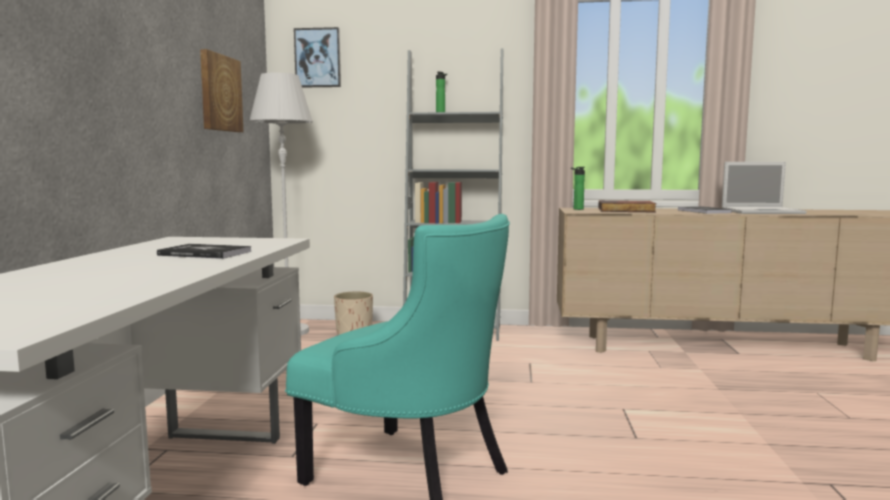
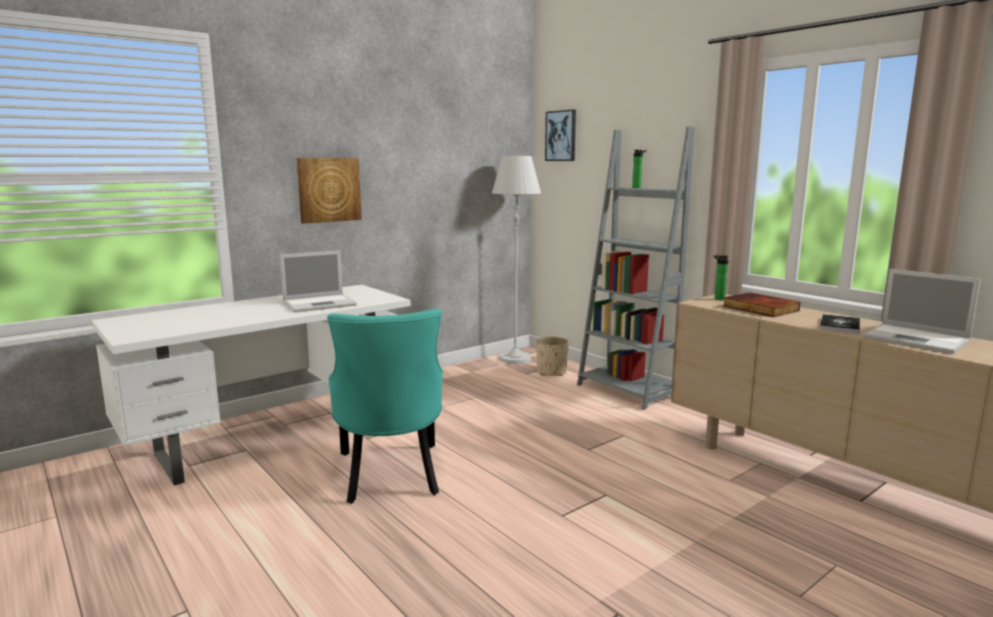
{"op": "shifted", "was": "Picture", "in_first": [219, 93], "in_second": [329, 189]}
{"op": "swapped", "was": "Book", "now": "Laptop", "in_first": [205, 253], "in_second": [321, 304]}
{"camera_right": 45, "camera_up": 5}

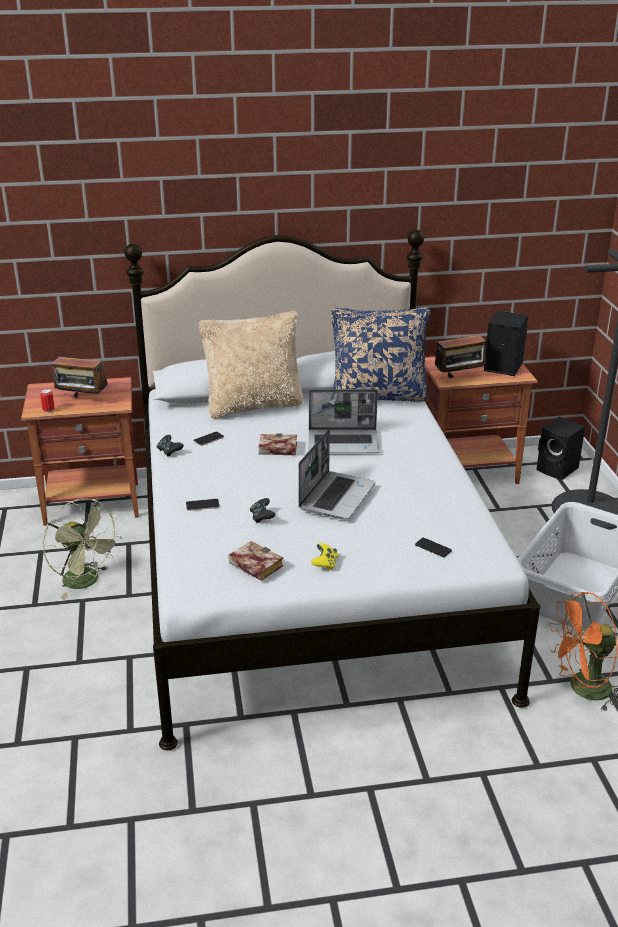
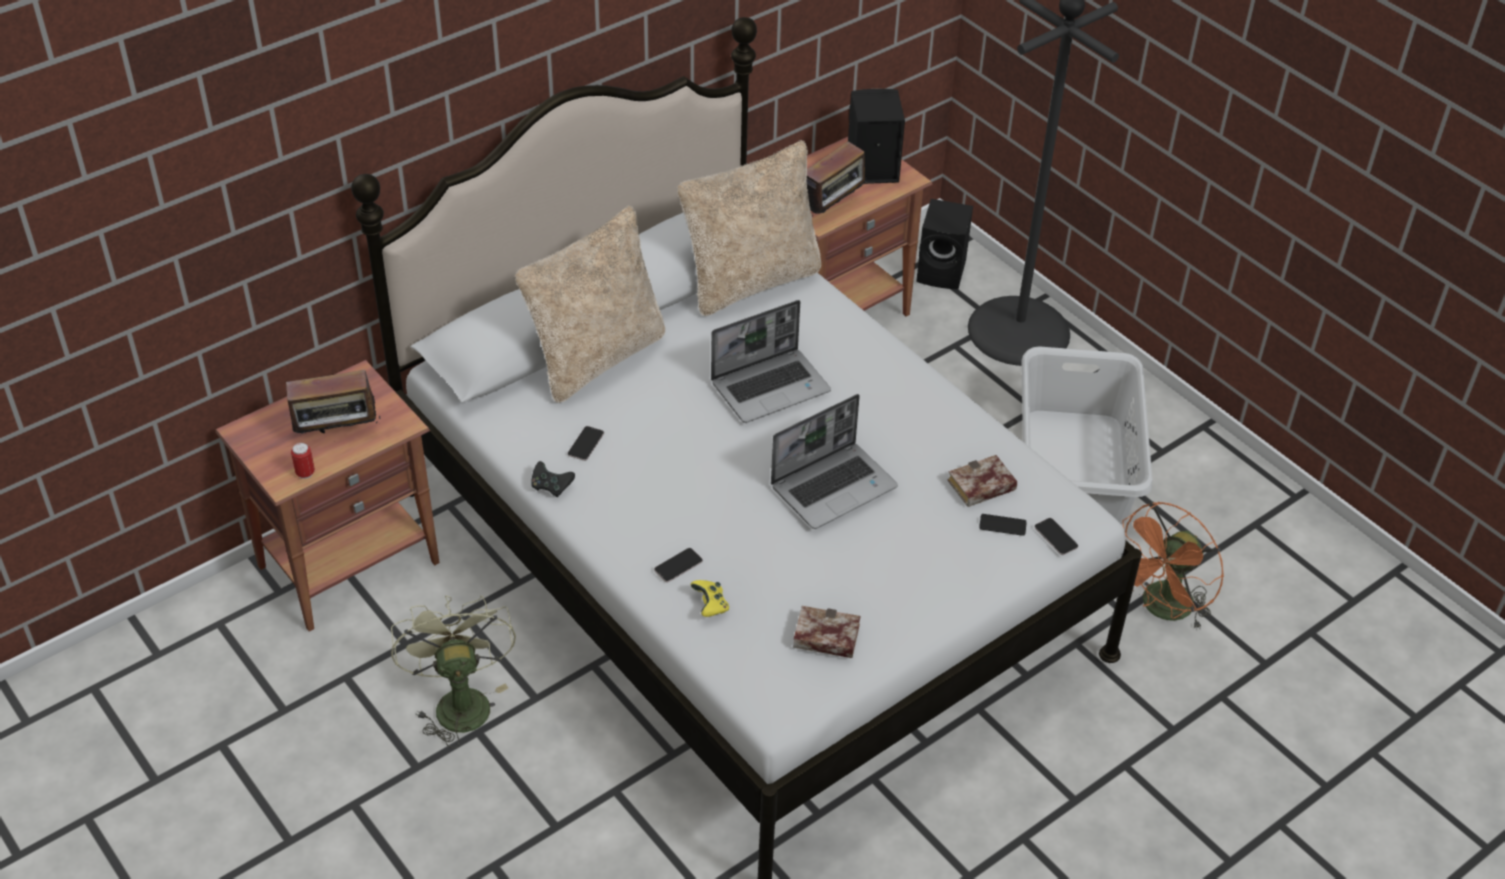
{"op": "repainted", "was": "BluePillow", "now": "BeigePillow", "in_first": [379, 398], "in_second": [753, 284]}
{"op": "rotated", "was": "Laptop", "in_first": [336, 496], "in_second": [834, 486], "clockwise": 60}
{"op": "shifted", "was": "Book", "in_first": [276, 449], "in_second": [980, 488]}
{"op": "rotated", "was": "GreenFan", "in_first": [86, 582], "in_second": [459, 701], "clockwise": -120}
{"op": "gone", "was": "BlackGameController", "in_first": [262, 517]}
{"op": "shifted", "was": "YellowGameController", "in_first": [325, 564], "in_second": [710, 606]}
{"op": "new", "now": "Phone", "in_second": [1056, 537]}
{"camera_right": -30, "camera_up": 15}

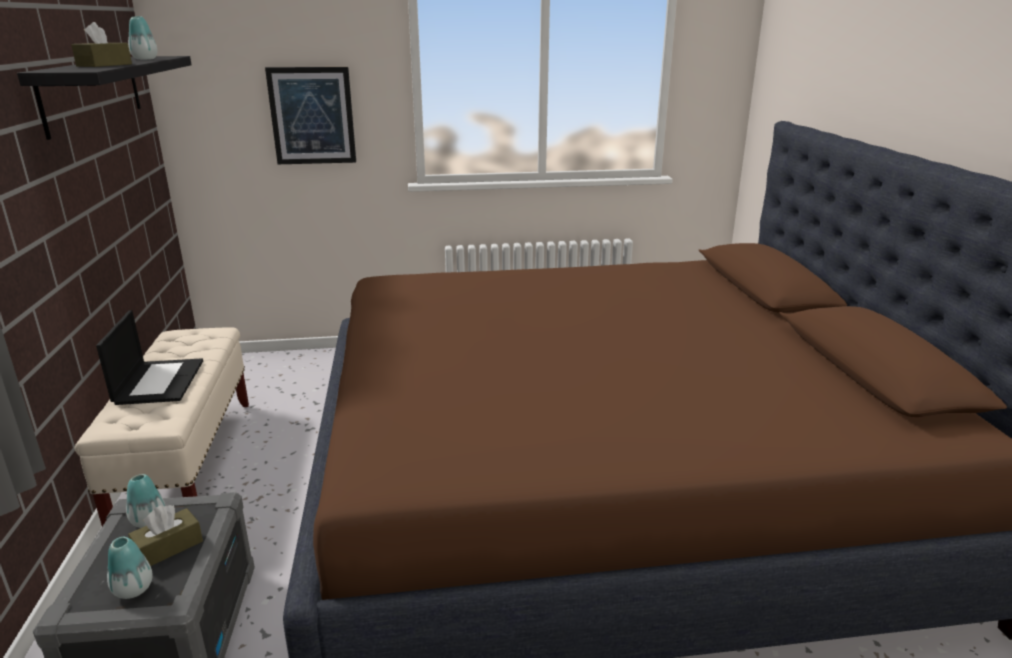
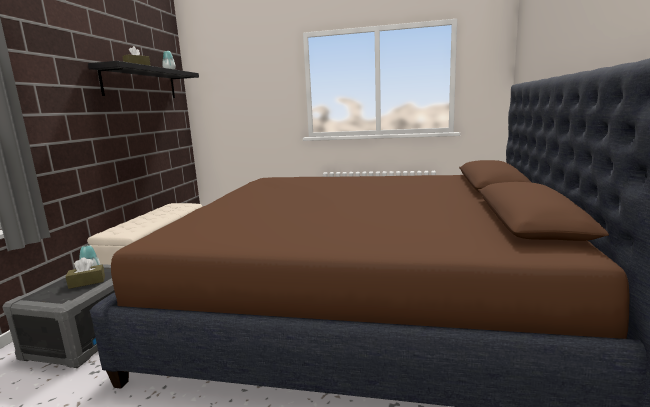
{"op": "gone", "was": "Picture", "in_first": [312, 116]}
{"op": "gone", "was": "Laptop", "in_first": [159, 381]}
{"op": "gone", "was": "Vase", "in_first": [133, 589]}
{"camera_right": 20, "camera_up": -10}

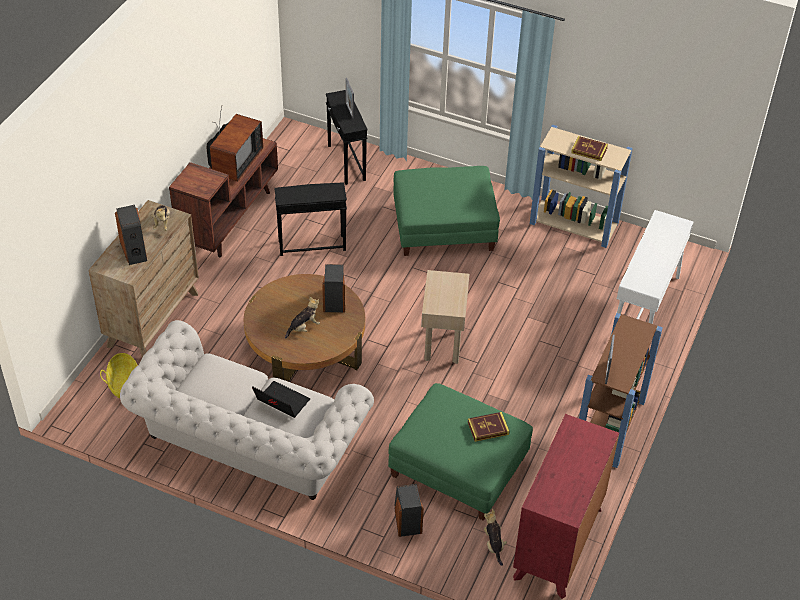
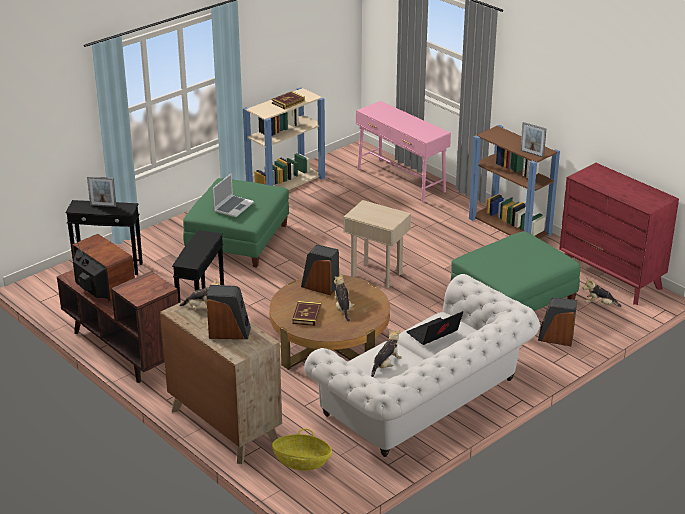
{"op": "repainted", "was": "WhiteConsoleTable", "now": "PinkConsoleTable", "in_first": [644, 308], "in_second": [400, 181]}
{"op": "shifted", "was": "Book", "in_first": [488, 428], "in_second": [306, 315]}
{"op": "new", "now": "Laptop", "in_second": [233, 207]}
{"op": "new", "now": "PlushToy", "in_second": [386, 365]}
{"camera_right": -65, "camera_up": -15}

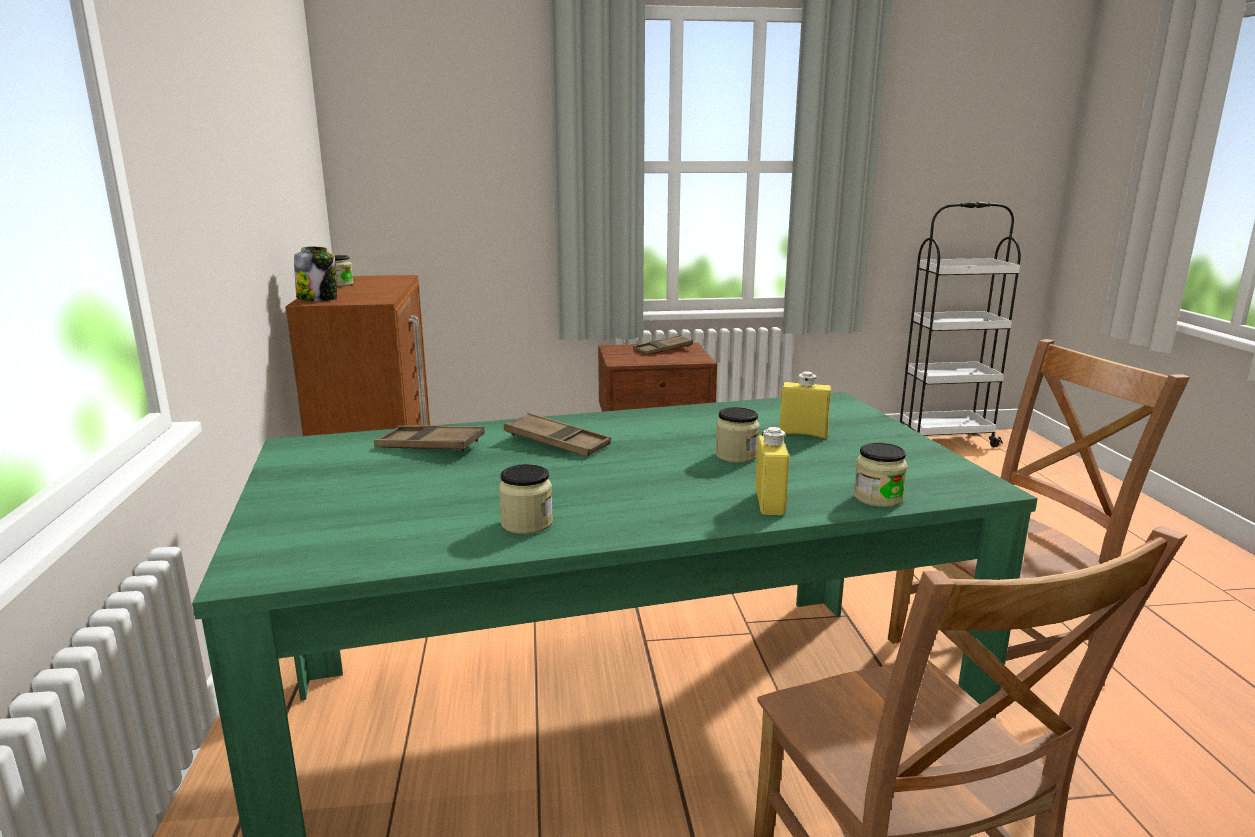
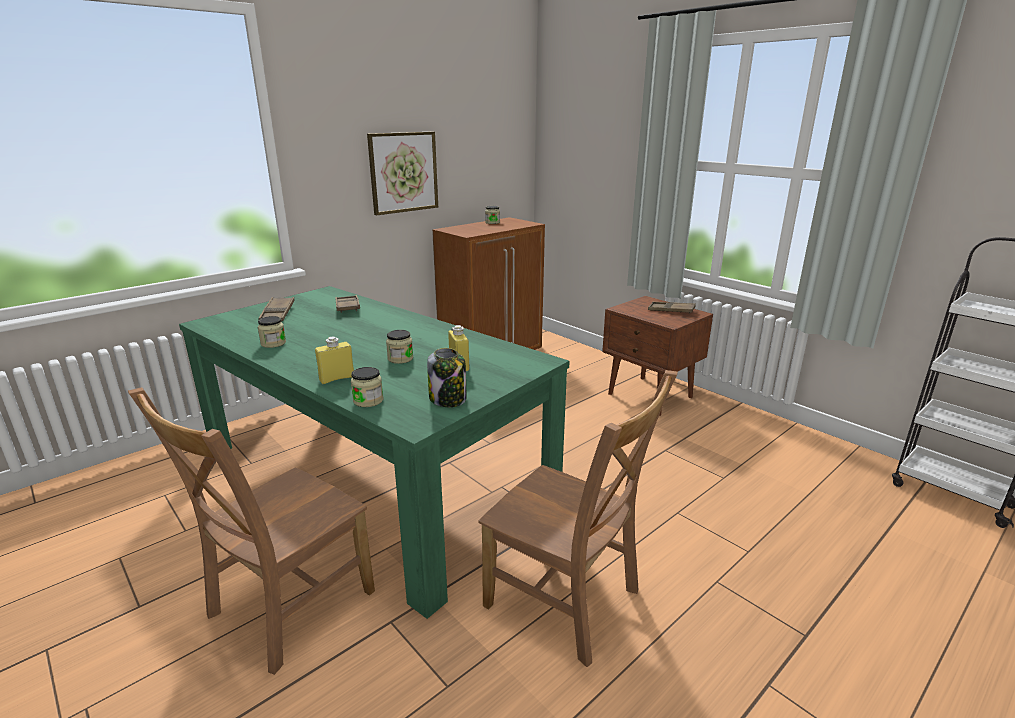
{"op": "shifted", "was": "Jar", "in_first": [318, 299], "in_second": [448, 399]}
{"op": "shifted", "was": "BrownTray", "in_first": [557, 442], "in_second": [278, 313]}
{"op": "new", "now": "Picture", "in_second": [403, 172]}
{"camera_right": 55, "camera_up": 5}

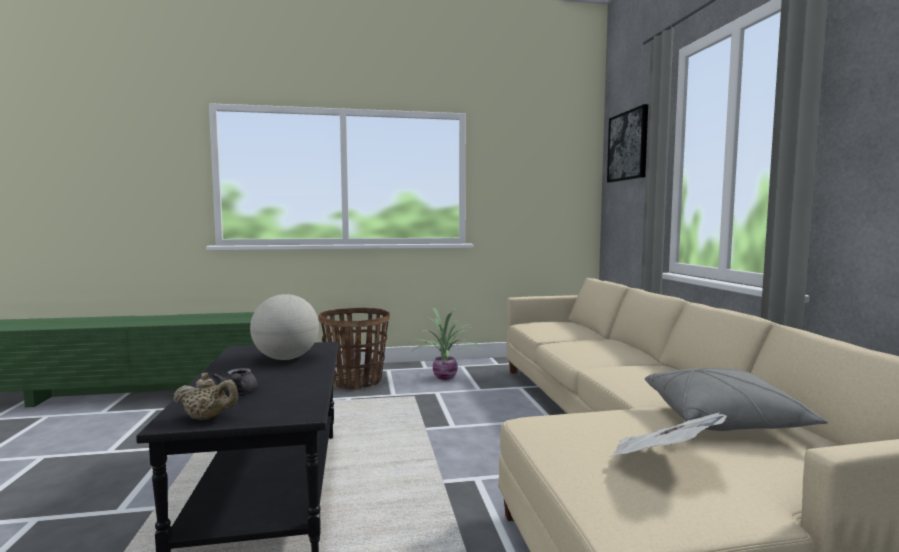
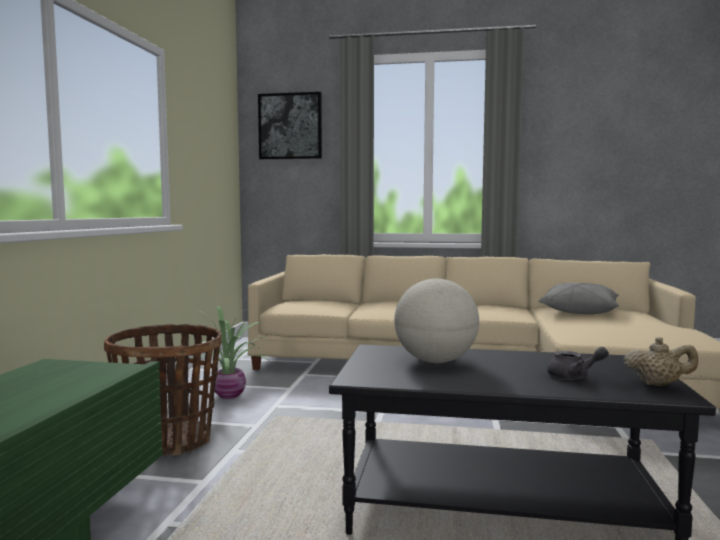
{"op": "rotated", "was": "BeigeTeapot", "in_first": [207, 418], "in_second": [658, 384], "clockwise": 75}
{"op": "gone", "was": "Newspaper", "in_first": [661, 462]}
{"camera_right": -70, "camera_up": 0}

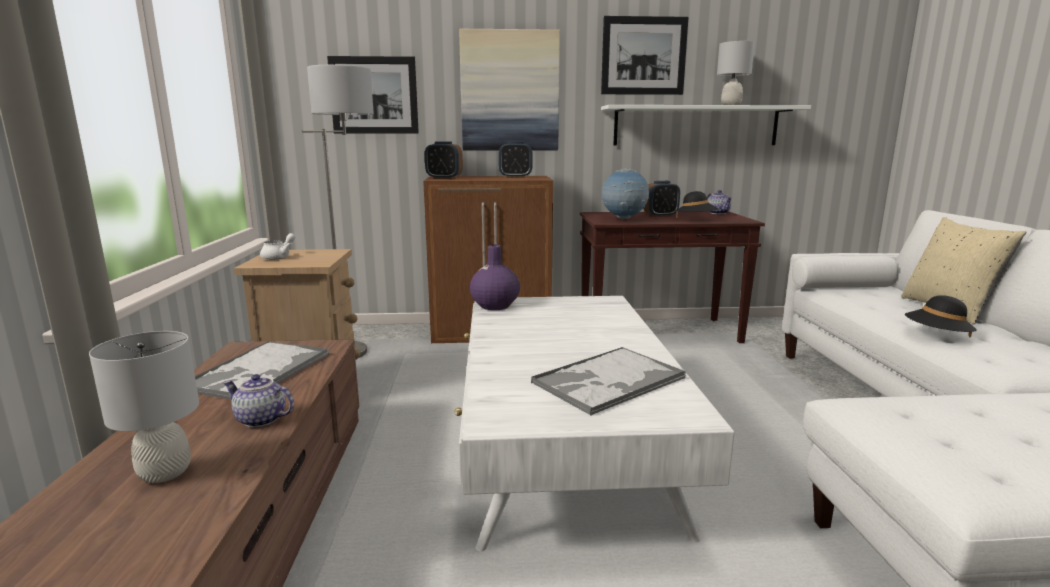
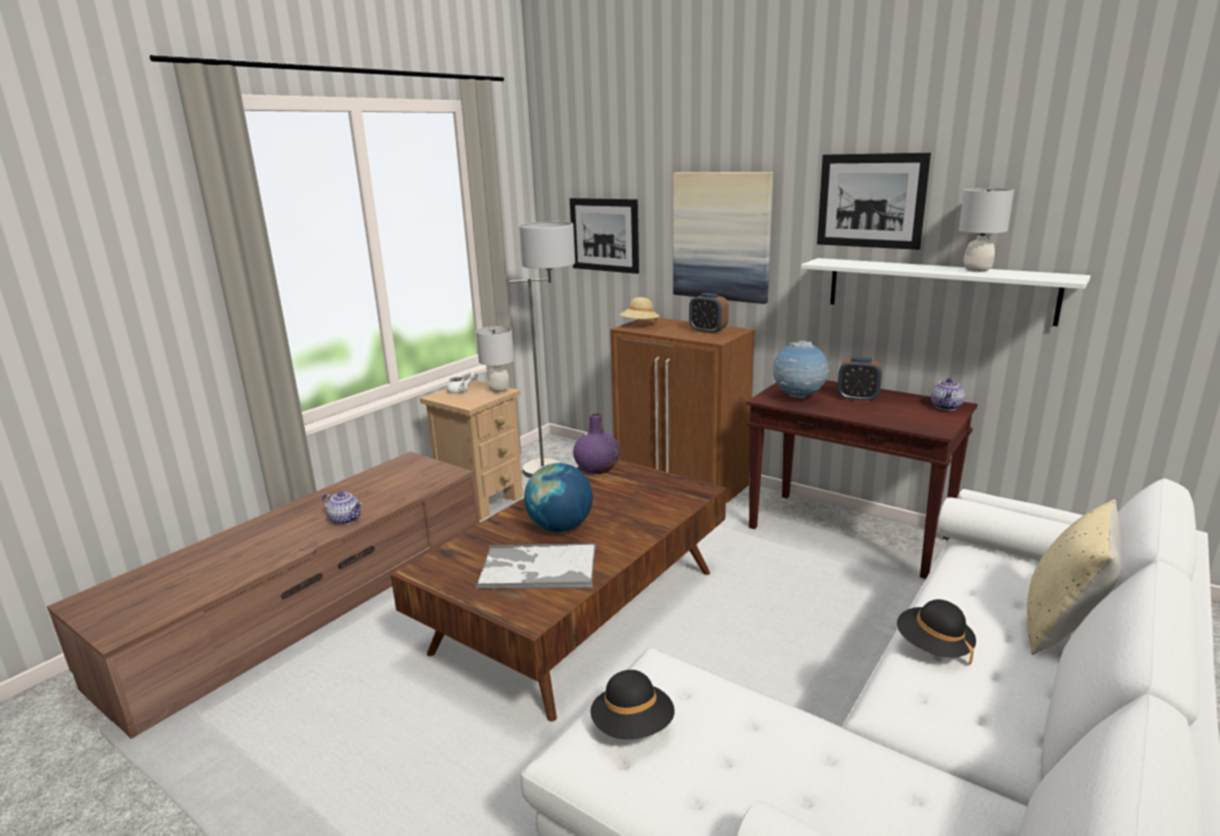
{"op": "swapped", "was": "AlarmClock", "now": "BeigeHat", "in_first": [444, 178], "in_second": [639, 325]}
{"op": "shifted", "was": "BlackHat", "in_first": [696, 219], "in_second": [633, 726]}
{"op": "repainted", "was": "WhiteCoffeeTable", "now": "BrownCoffeeTable", "in_first": [563, 446], "in_second": [577, 611]}
{"op": "shifted", "was": "GreyTableLamp", "in_first": [167, 474], "in_second": [500, 390]}
{"op": "gone", "was": "Tray", "in_first": [258, 372]}
{"op": "rotated", "was": "Teapot", "in_first": [260, 420], "in_second": [346, 519], "clockwise": 150}
{"op": "new", "now": "Globe", "in_second": [560, 527]}
{"camera_right": 40, "camera_up": 5}

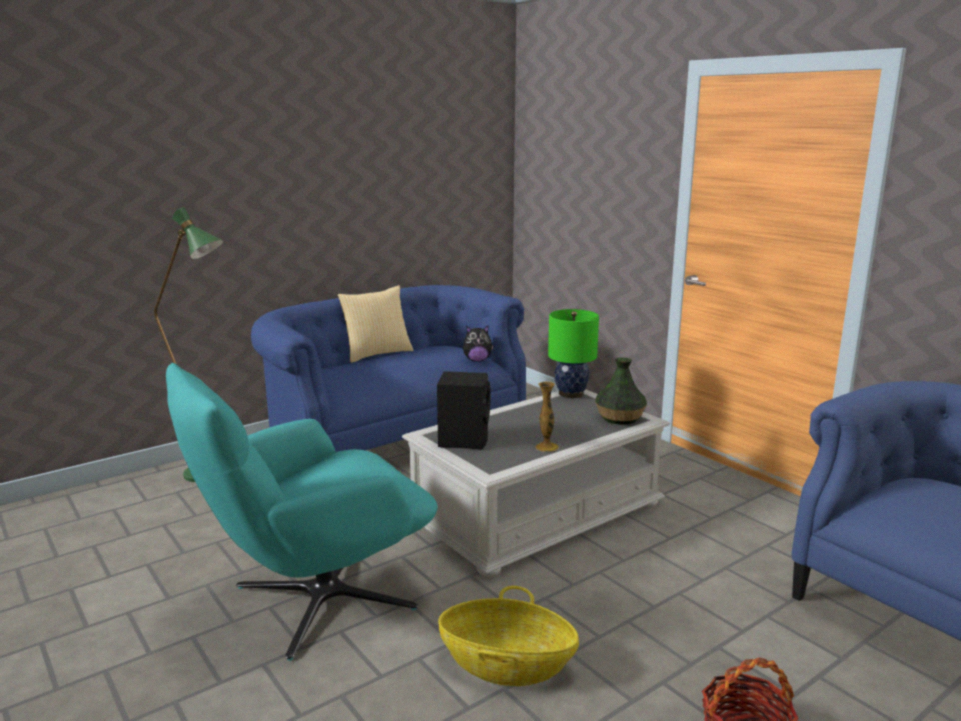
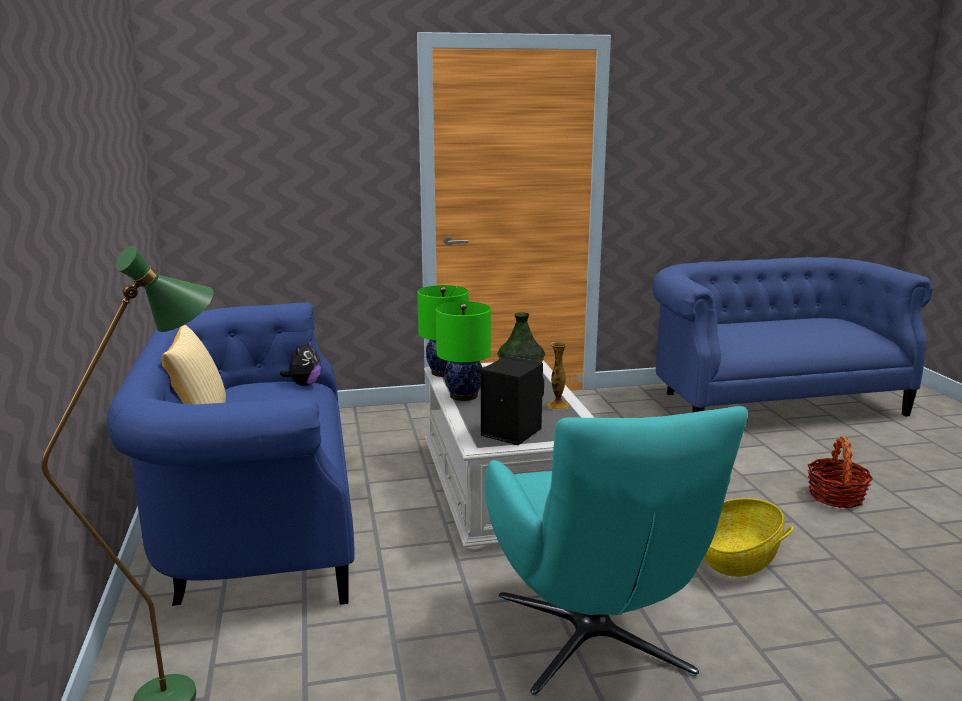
{"op": "new", "now": "GreenTableLamp", "in_second": [463, 395]}
{"camera_right": -65, "camera_up": 0}

